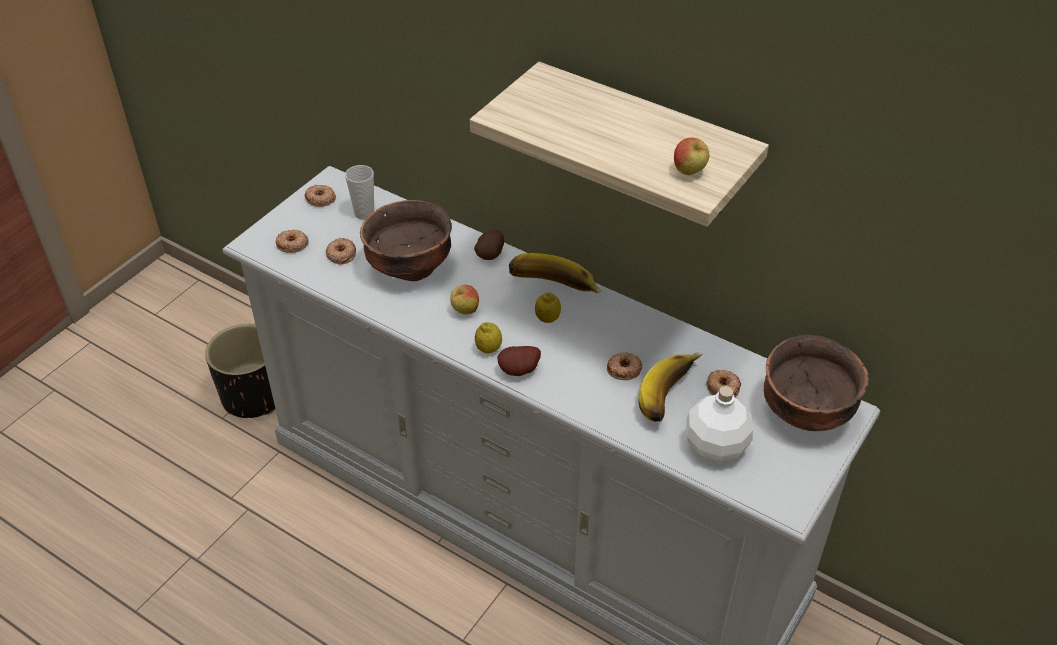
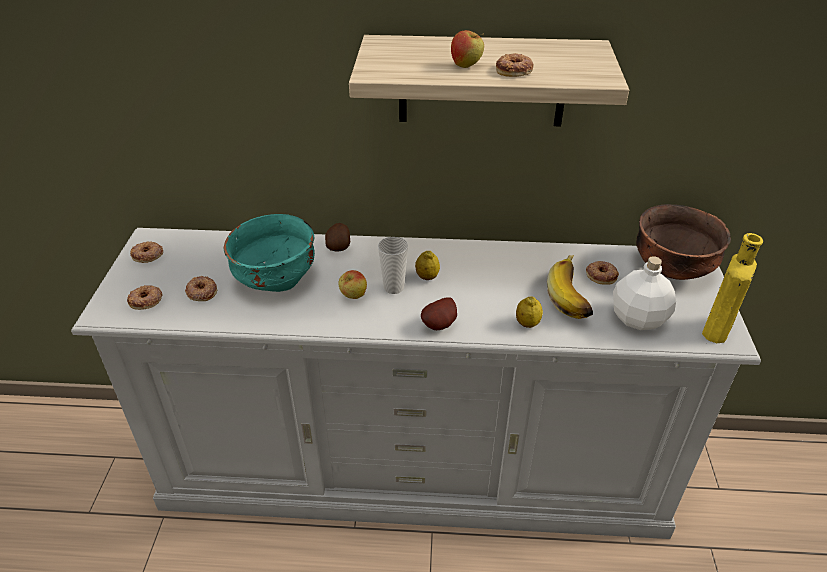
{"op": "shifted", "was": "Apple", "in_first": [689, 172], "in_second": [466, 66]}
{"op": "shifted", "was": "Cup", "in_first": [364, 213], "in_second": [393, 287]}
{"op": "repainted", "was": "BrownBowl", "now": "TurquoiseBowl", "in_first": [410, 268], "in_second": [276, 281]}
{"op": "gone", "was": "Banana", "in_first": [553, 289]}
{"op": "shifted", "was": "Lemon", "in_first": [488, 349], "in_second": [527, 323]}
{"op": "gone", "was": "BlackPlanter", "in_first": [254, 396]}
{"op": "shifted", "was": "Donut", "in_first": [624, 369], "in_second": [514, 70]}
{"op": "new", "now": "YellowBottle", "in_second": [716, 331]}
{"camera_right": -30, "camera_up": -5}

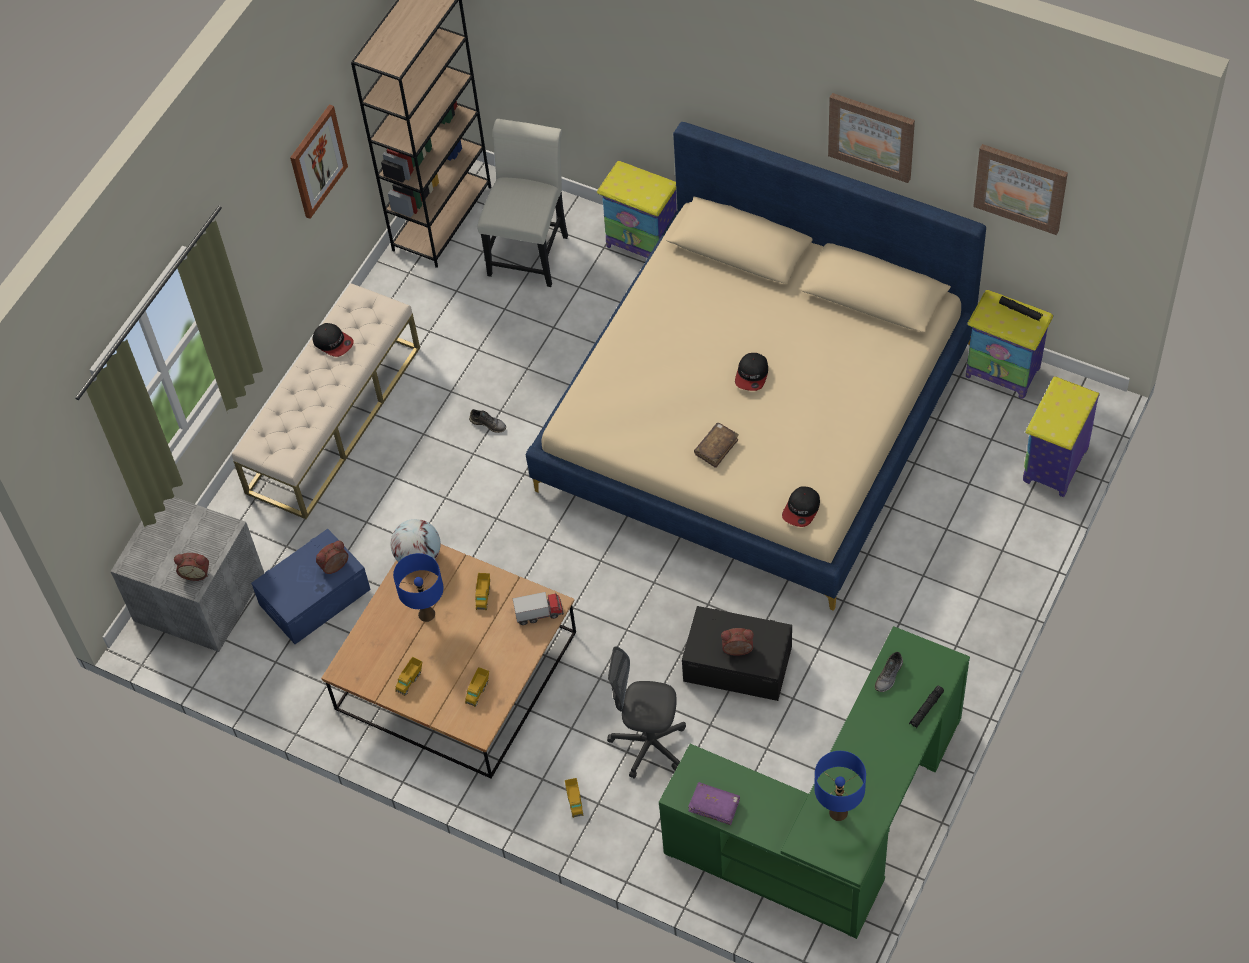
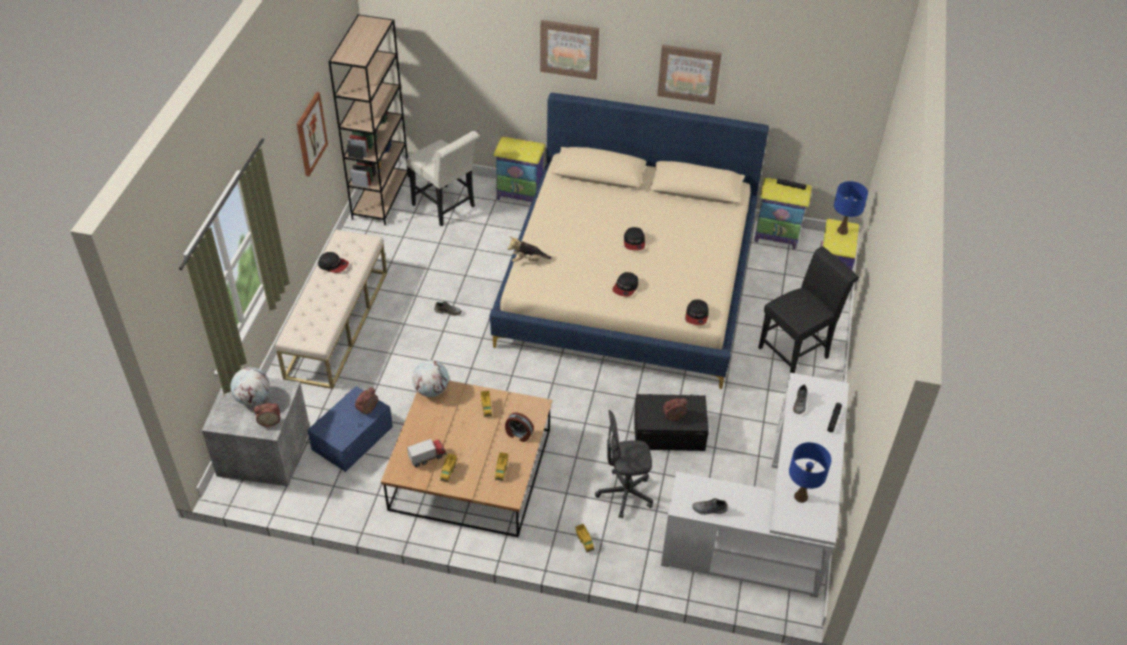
{"op": "rotated", "was": "WhiteChair", "in_first": [530, 250], "in_second": [446, 208], "clockwise": 135}
{"op": "shifted", "was": "Picture", "in_first": [1020, 187], "in_second": [569, 49]}
{"op": "swapped", "was": "BrownBook", "now": "Cap", "in_first": [716, 448], "in_second": [625, 287]}
{"op": "shifted", "was": "BlueTableLamp", "in_first": [426, 614], "in_second": [842, 230]}
{"op": "shifted", "was": "ToyTruck", "in_first": [539, 613], "in_second": [427, 457]}
{"op": "repainted", "was": "GreenDesk", "now": "WhiteDesk", "in_first": [831, 822], "in_second": [771, 522]}
{"op": "swapped", "was": "PurpleBook", "now": "GreyShoe", "in_first": [714, 806], "in_second": [709, 510]}
{"op": "new", "now": "PlushToy", "in_second": [528, 260]}
{"op": "new", "now": "BlackChair", "in_second": [797, 350]}
{"op": "new", "now": "Globe", "in_second": [253, 398]}
{"op": "new", "now": "AlarmClock", "in_second": [518, 434]}
{"camera_right": -20, "camera_up": -10}

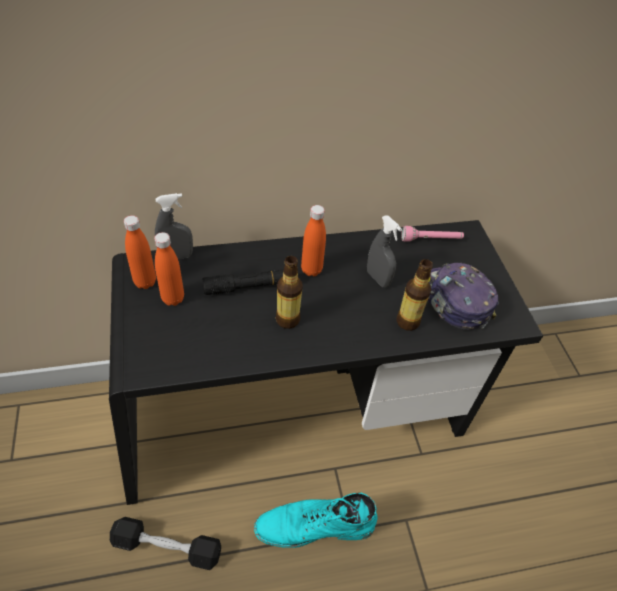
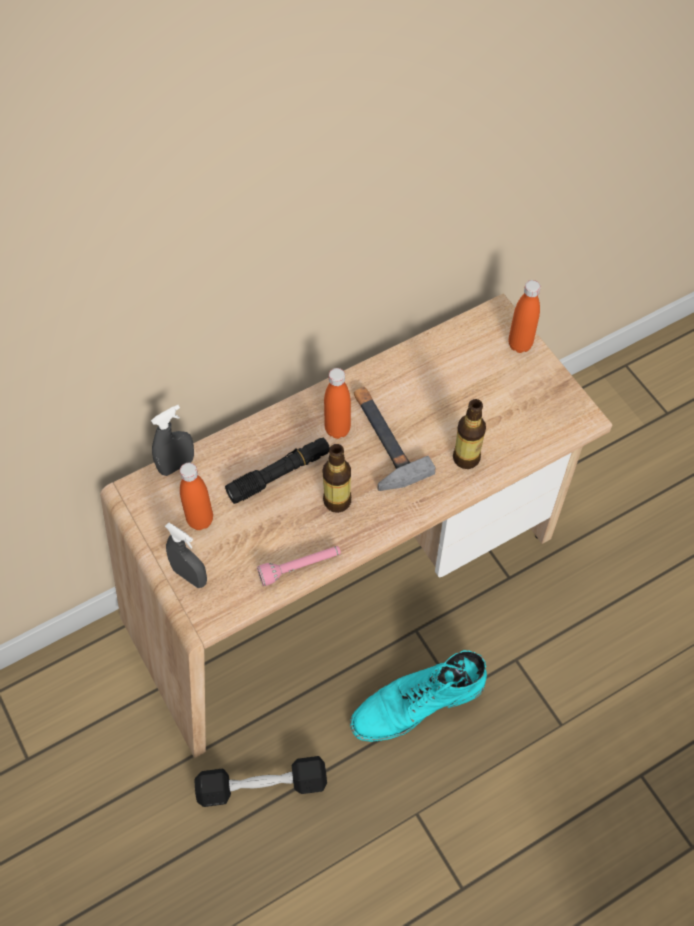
{"op": "shifted", "was": "OrangeBottle", "in_first": [145, 282], "in_second": [520, 344]}
{"op": "shifted", "was": "GreySprayBottle", "in_first": [378, 278], "in_second": [190, 576]}
{"op": "repainted", "was": "BlackDesk", "now": "BeigeDesk", "in_first": [296, 416], "in_second": [346, 585]}
{"op": "shifted", "was": "PinkFlashlight", "in_first": [431, 240], "in_second": [300, 567]}
{"op": "gone", "was": "Cap", "in_first": [453, 301]}
{"op": "new", "now": "Hammer", "in_second": [381, 439]}
{"camera_right": -15, "camera_up": 10}

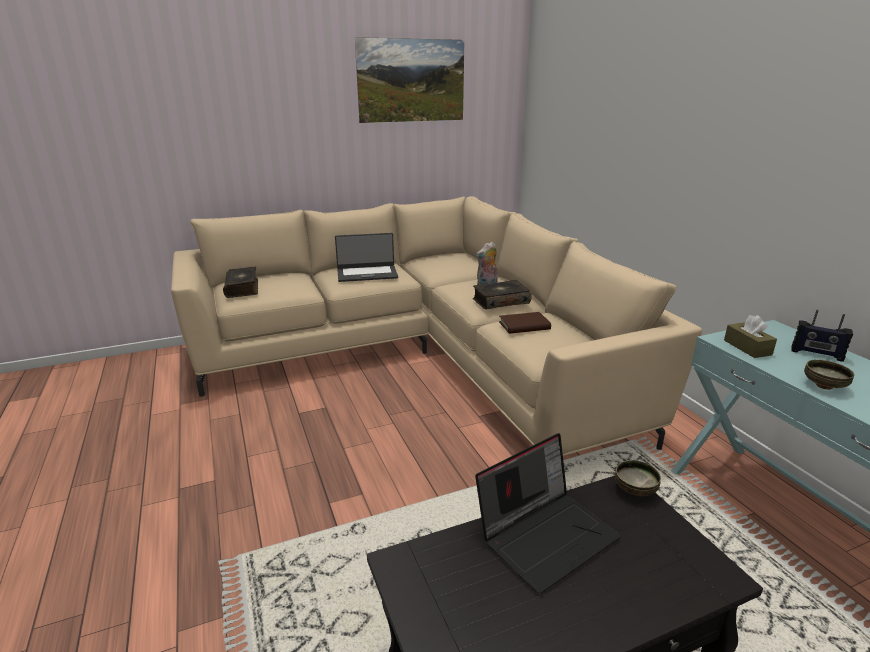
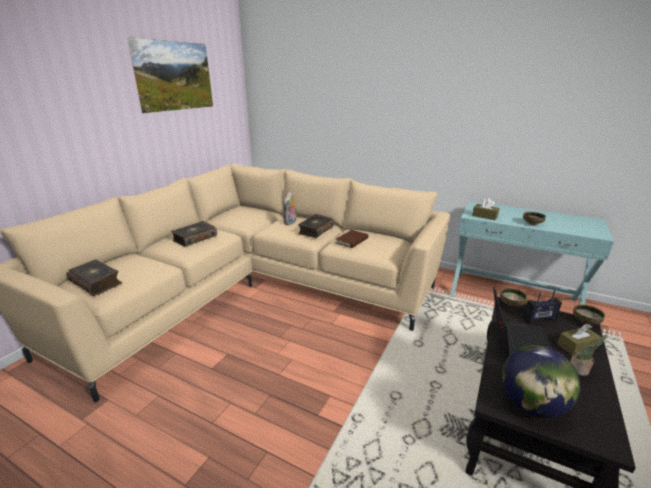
{"op": "swapped", "was": "Laptop", "now": "Book", "in_first": [367, 274], "in_second": [194, 238]}
{"op": "shifted", "was": "Radio", "in_first": [816, 354], "in_second": [539, 319]}
{"op": "new", "now": "Bowl", "in_second": [585, 322]}
{"op": "new", "now": "BrownTissueBox", "in_second": [576, 346]}
{"op": "new", "now": "PottedPlant", "in_second": [580, 370]}
{"op": "new", "now": "Globe", "in_second": [531, 405]}
{"camera_right": -40, "camera_up": 0}

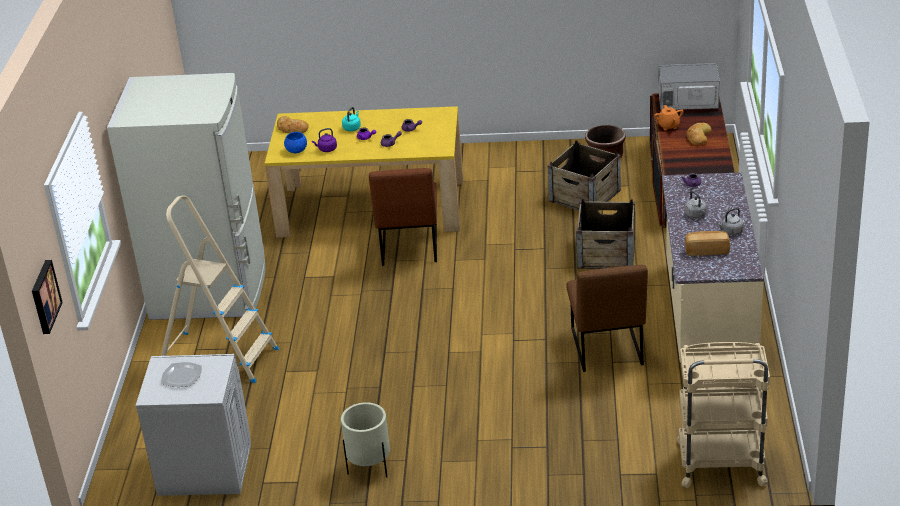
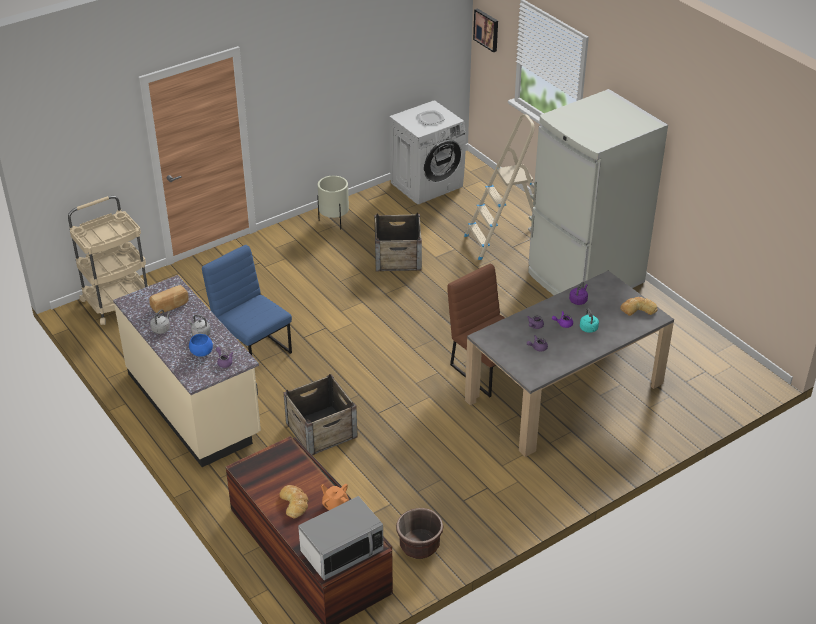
{"op": "repainted", "was": "YellowDiningTable", "now": "GreyDiningTable", "in_first": [371, 207], "in_second": [565, 392]}
{"op": "shifted", "was": "BlueBowl", "in_first": [296, 151], "in_second": [201, 352]}
{"op": "shifted", "was": "Crate", "in_first": [584, 195], "in_second": [398, 257]}
{"op": "repainted", "was": "BrownChair", "now": "BlueChair", "in_first": [606, 348], "in_second": [252, 348]}
{"camera_right": 140, "camera_up": 5}

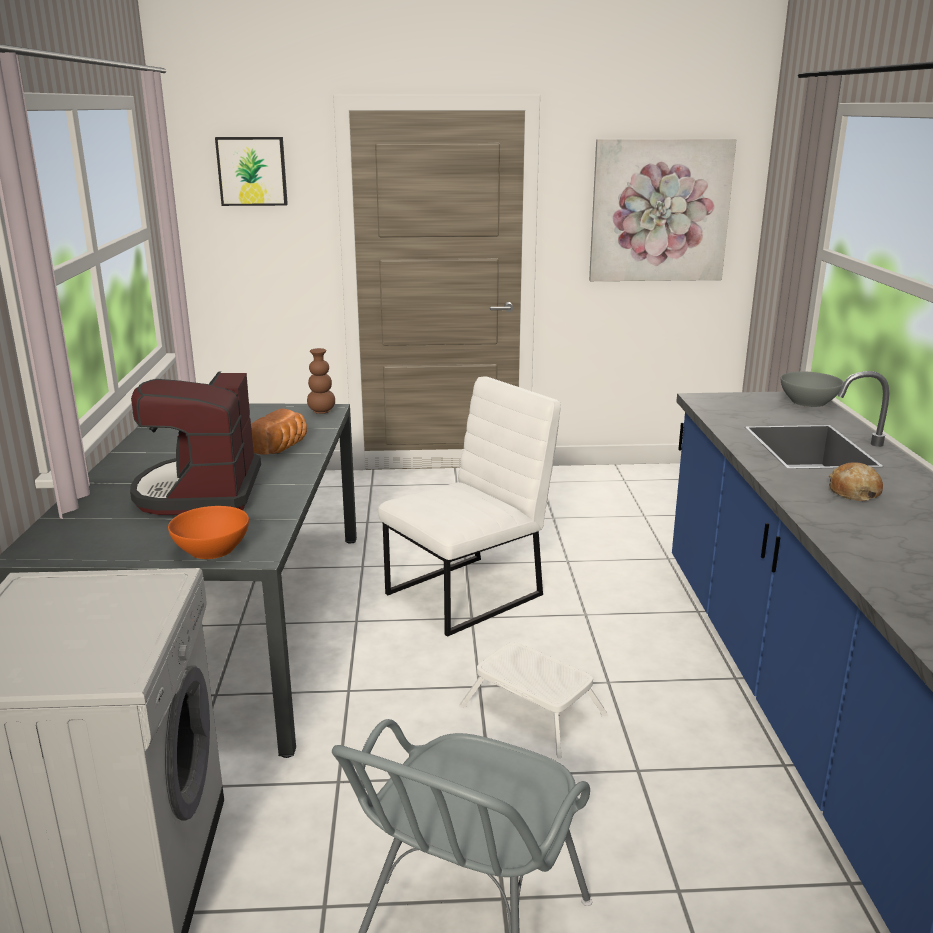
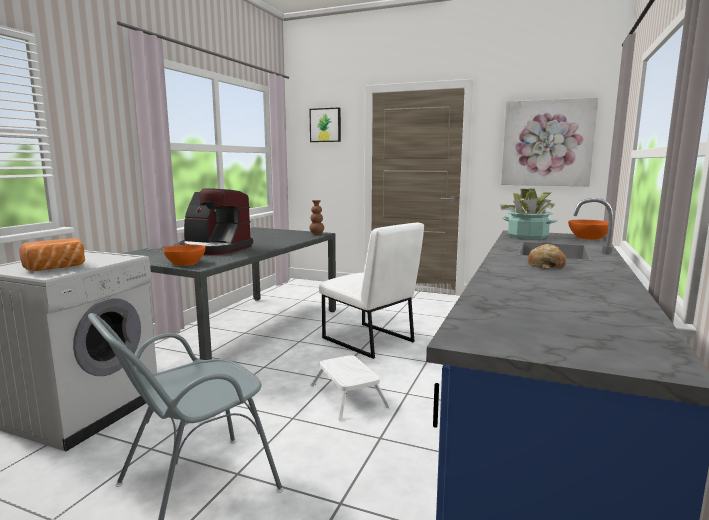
{"op": "repainted", "was": "GreyBowl", "now": "OrangeBowl", "in_first": [808, 401], "in_second": [588, 237]}
{"op": "rotated", "was": "CoffeeMachine", "in_first": [200, 492], "in_second": [215, 249], "clockwise": -90}
{"op": "rotated", "was": "WhiteChair", "in_first": [468, 593], "in_second": [369, 340], "clockwise": 60}
{"op": "shifted", "was": "Bread", "in_first": [281, 447], "in_second": [56, 269]}
{"op": "new", "now": "PottedPlant", "in_second": [527, 236]}
{"camera_right": 25, "camera_up": -10}

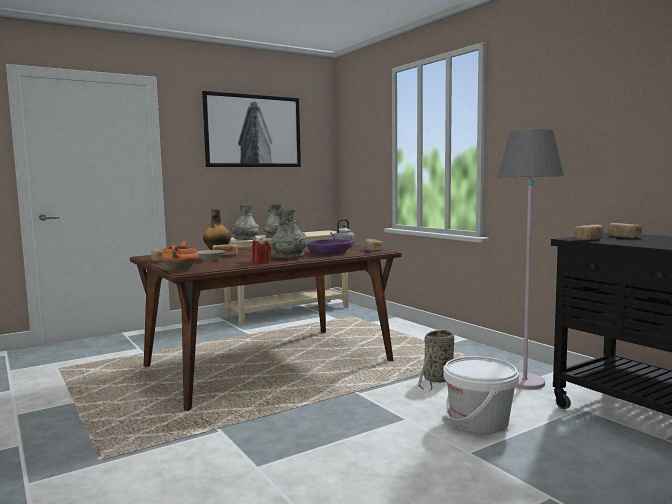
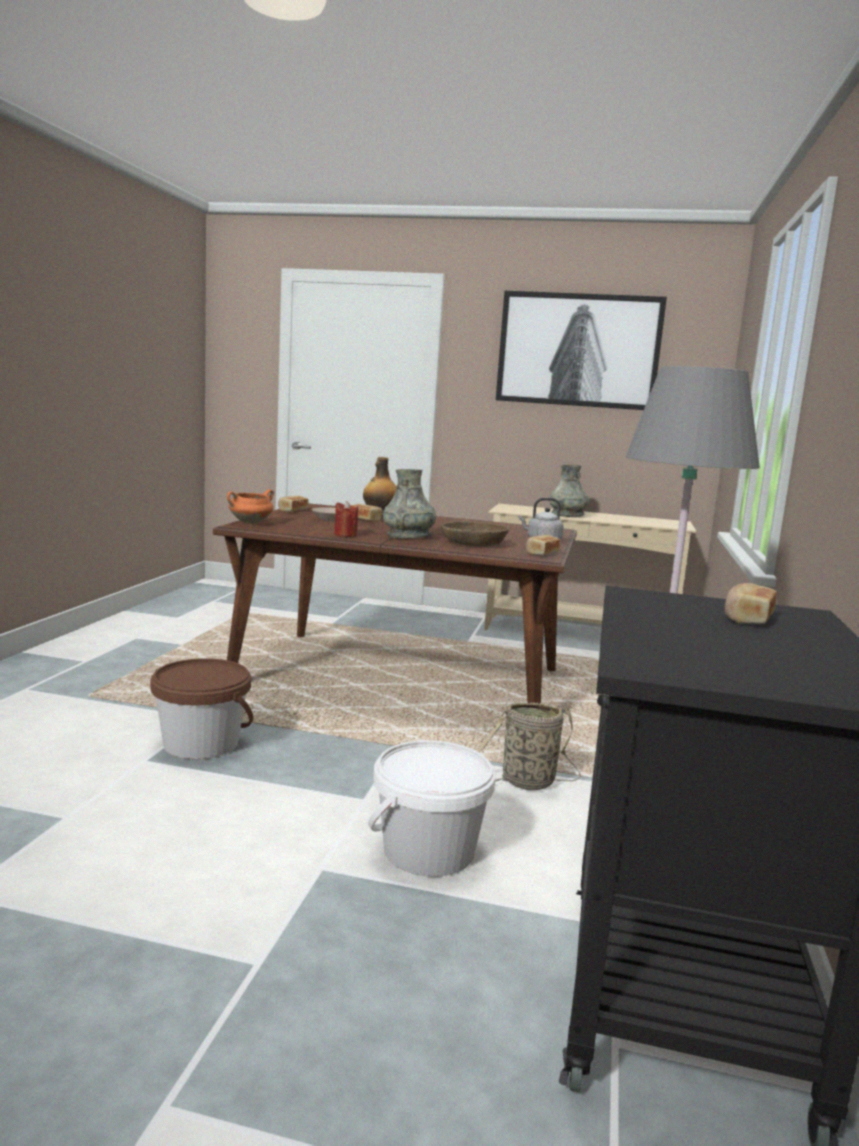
{"op": "gone", "was": "GreyVase", "in_first": [245, 239]}
{"op": "gone", "was": "Bread", "in_first": [589, 239]}
{"op": "repainted", "was": "PurpleBowl", "now": "BrownBowl", "in_first": [328, 252], "in_second": [473, 543]}
{"op": "new", "now": "BrownBucket", "in_second": [201, 743]}
{"camera_right": 45, "camera_up": 5}

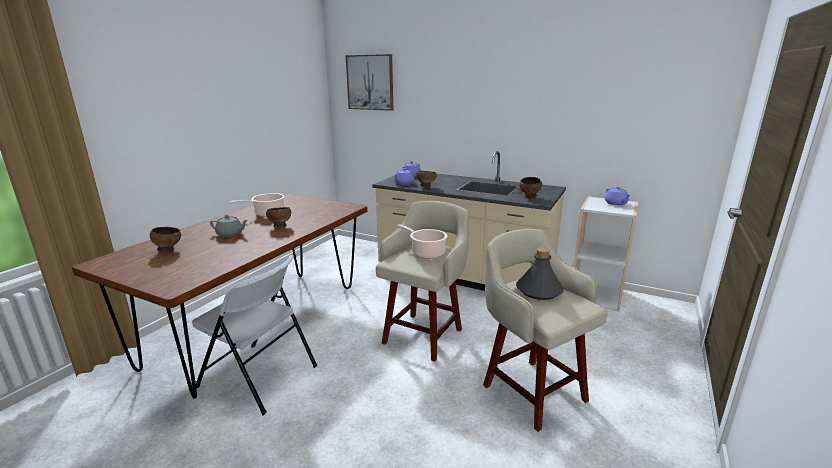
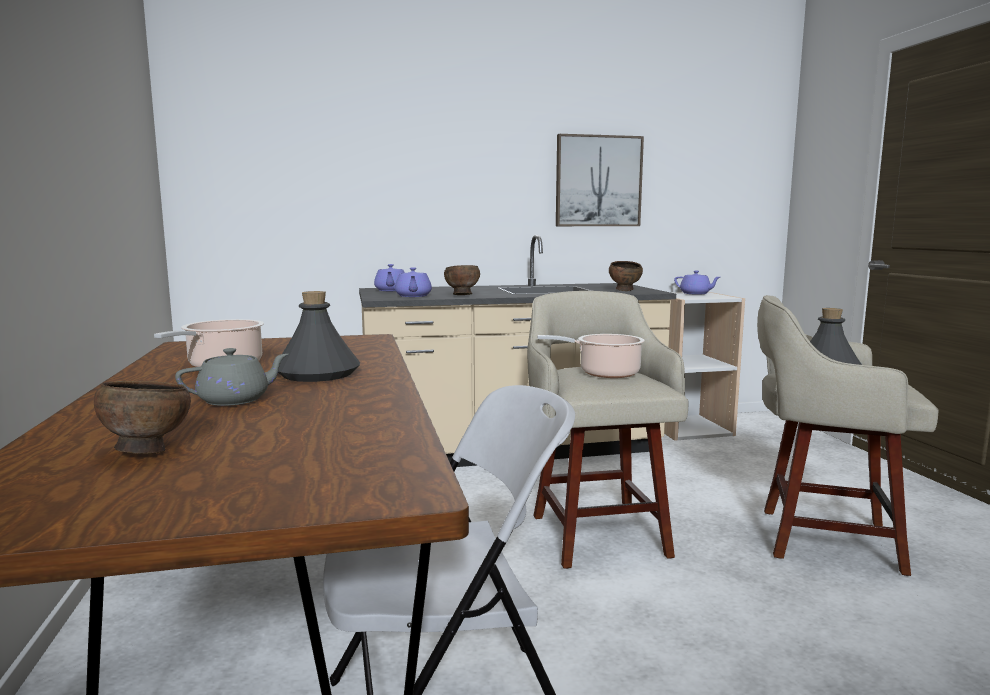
{"op": "shifted", "was": "Picture", "in_first": [370, 82], "in_second": [598, 181]}
{"op": "swapped", "was": "BrownBowl", "now": "GreyBottle", "in_first": [280, 227], "in_second": [317, 374]}
{"camera_right": -40, "camera_up": -10}

